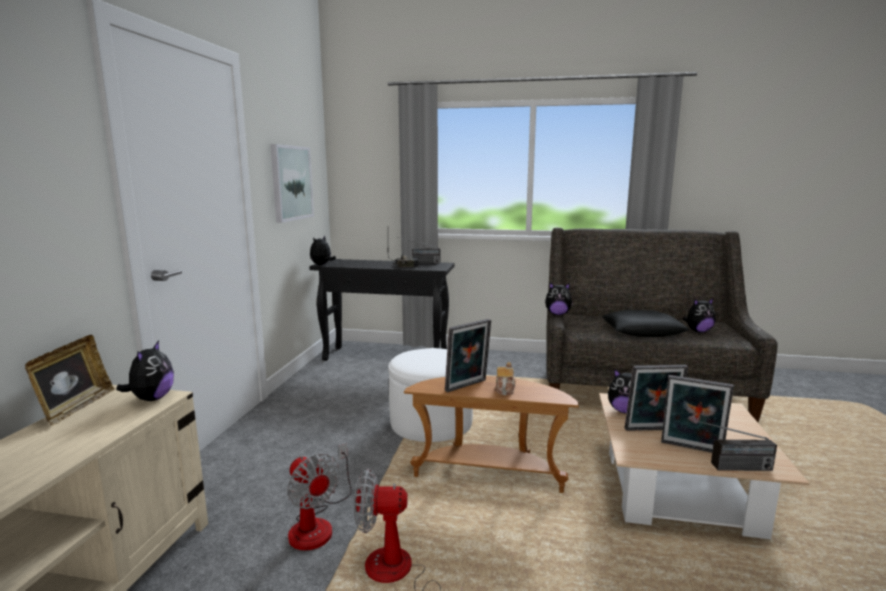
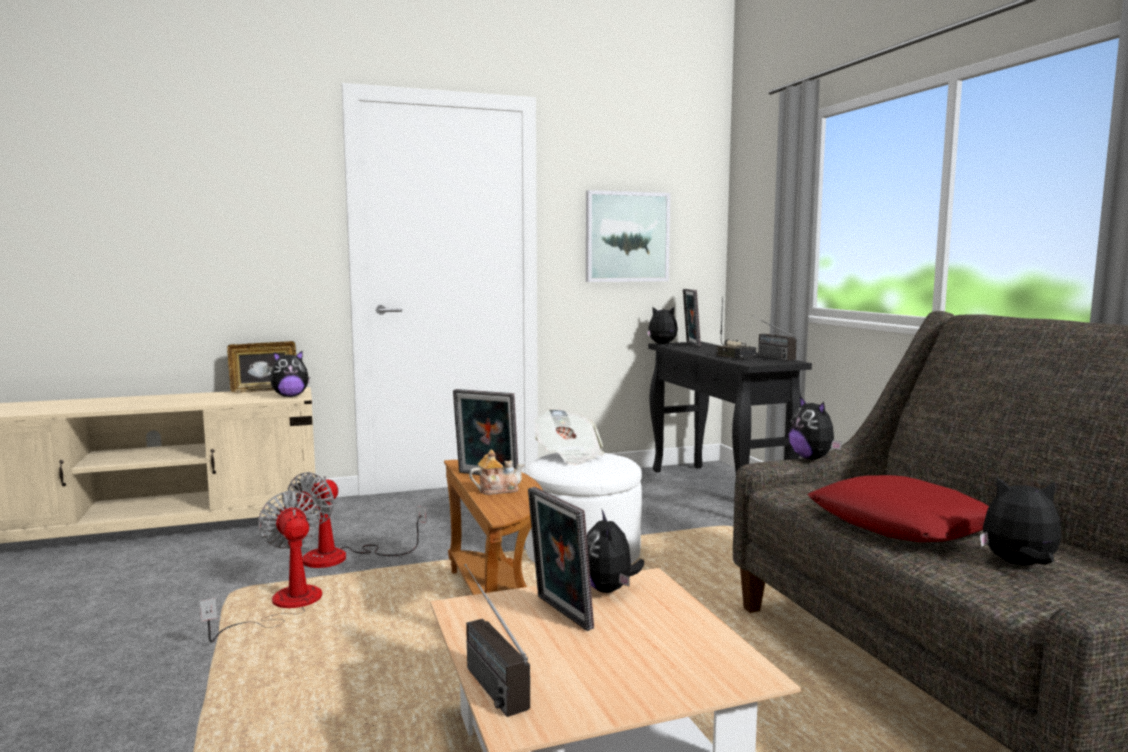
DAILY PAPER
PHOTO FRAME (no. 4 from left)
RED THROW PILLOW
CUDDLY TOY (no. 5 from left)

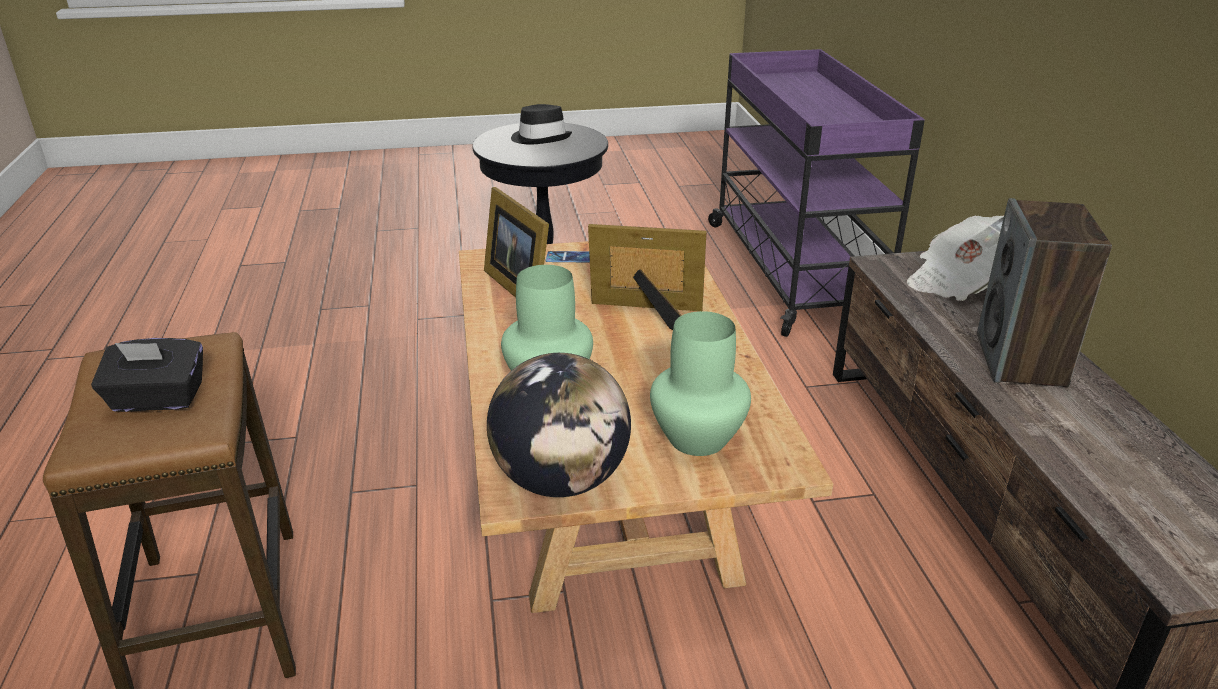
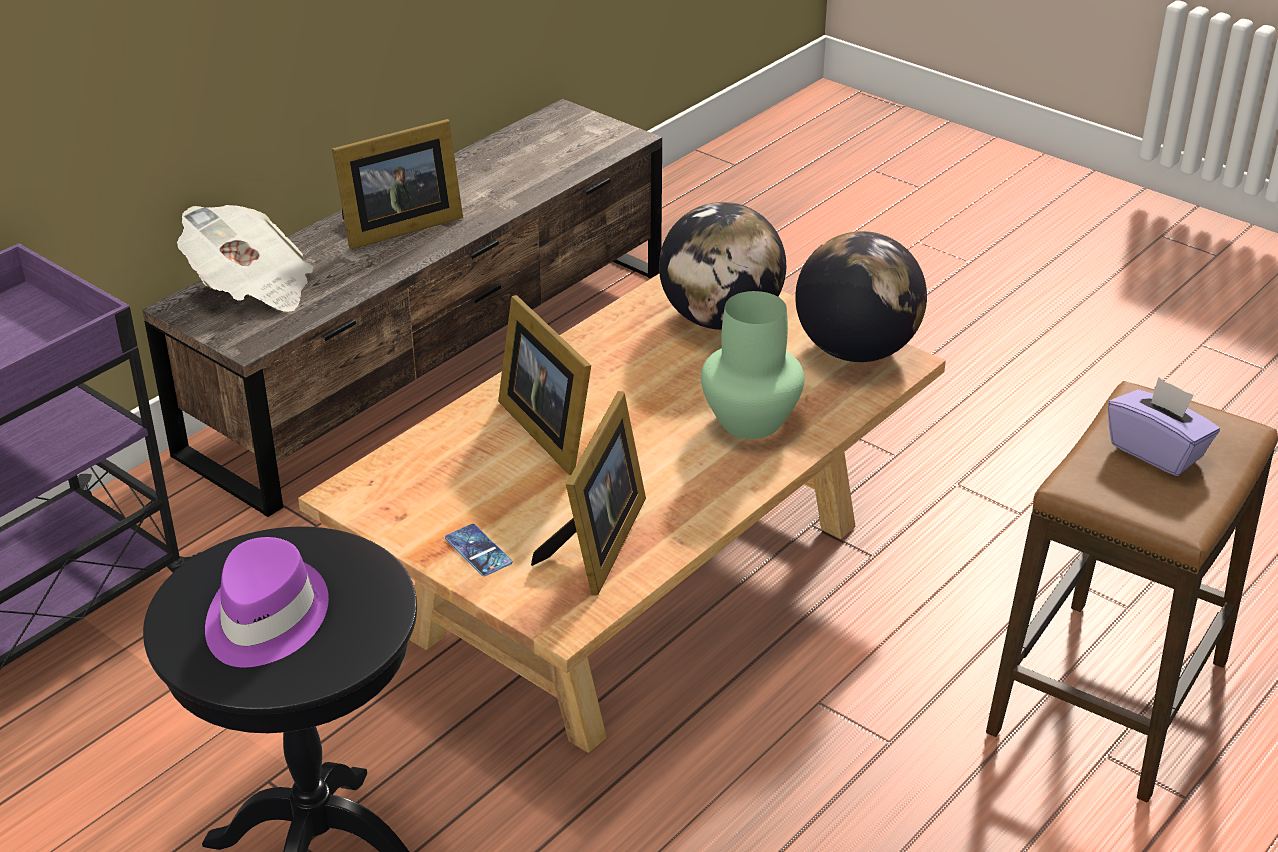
PURPLISH HAT
PHOTO FRAME (no. 1 from left)
WORLD GLOBE (no. 1 from left)
PURPLISH BOX OF TISSUES

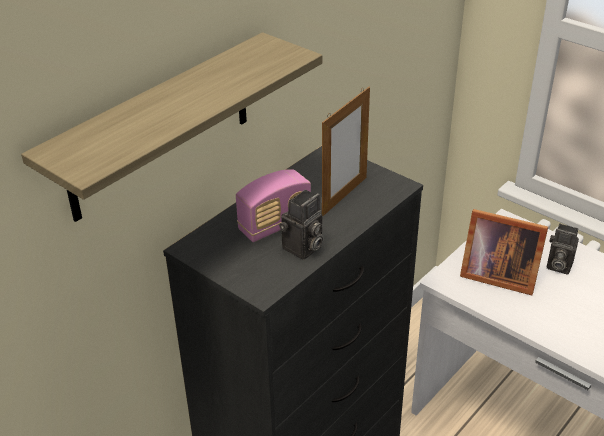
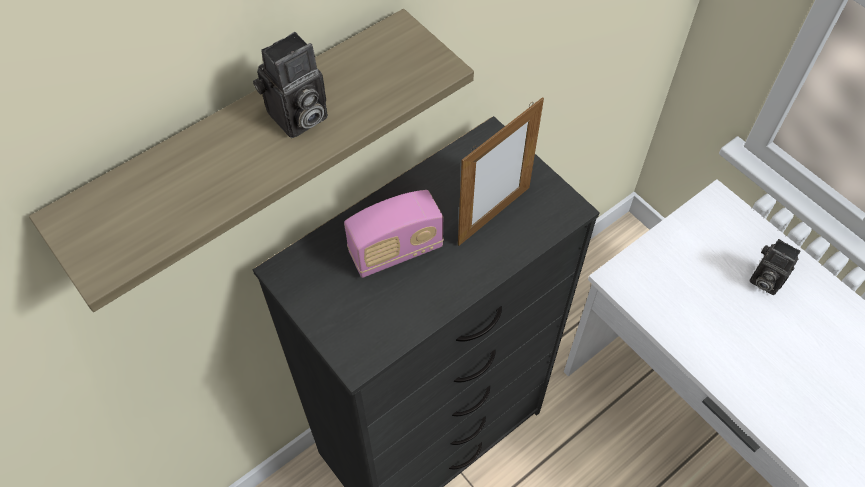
STILL CAMERA (no. 1 from left)
PHOTO FRAME (no. 2 from left in the first image)

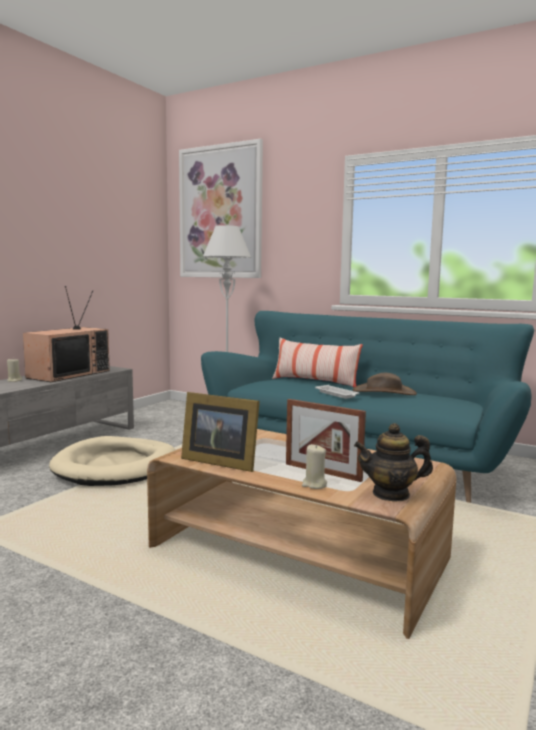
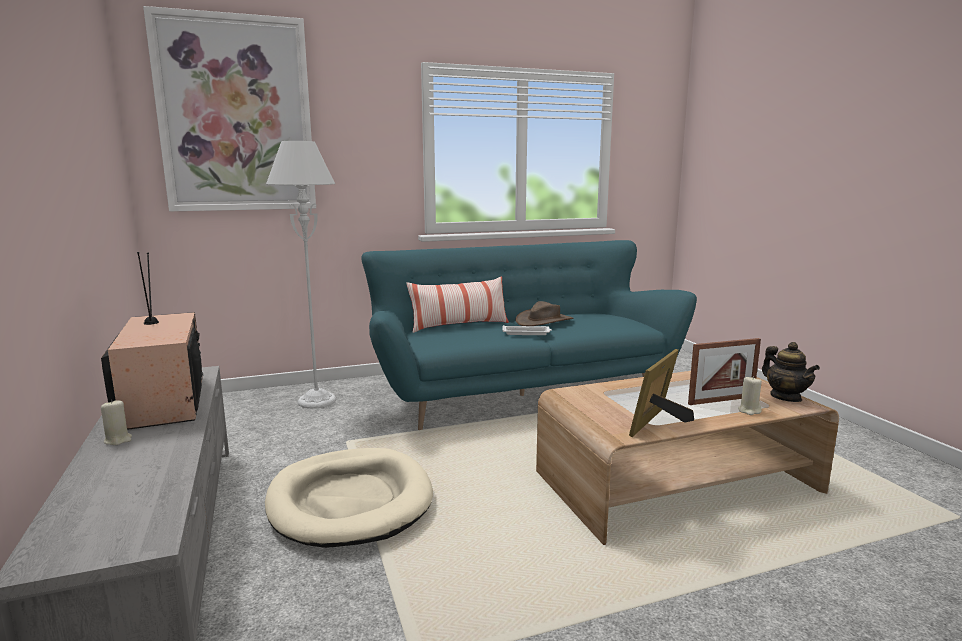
PHOTO FRAME (no. 1 from left)
TEAPOT

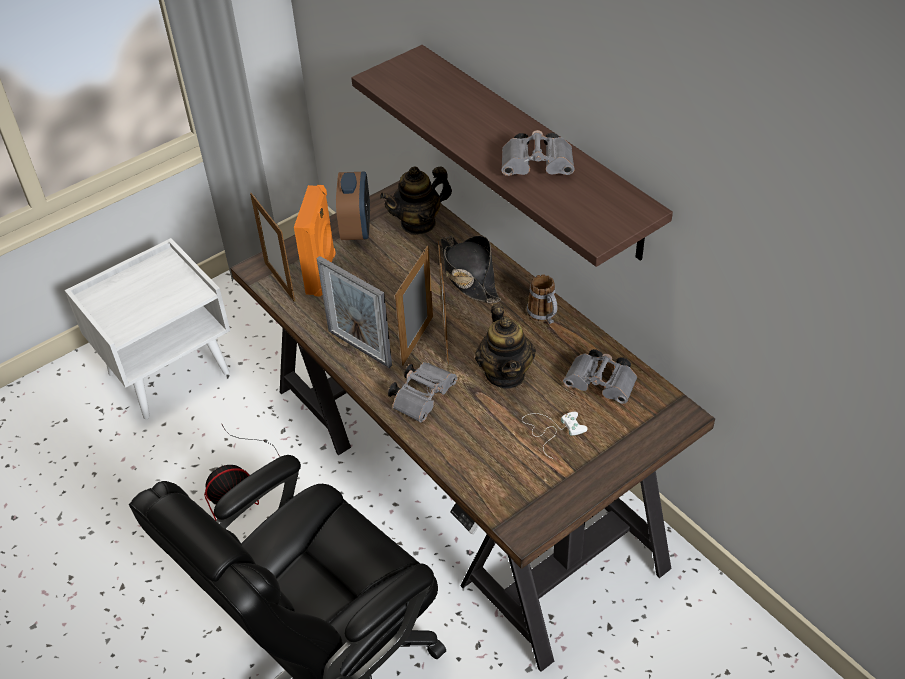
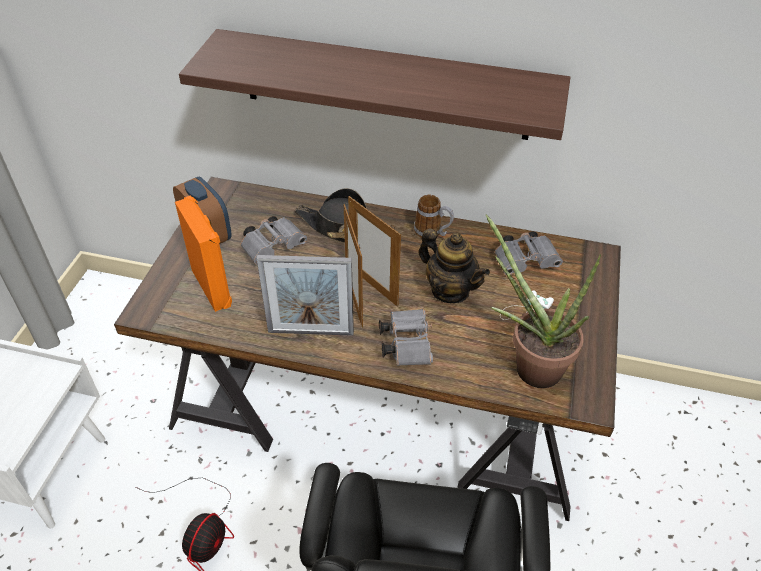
GRAY PAIR OF BINOCULARS (no. 1 from left)
HOUSEPLANT
PHOTO FRAME (no. 1 from left in the first image)
TEAPOT (no. 1 from left in the first image)

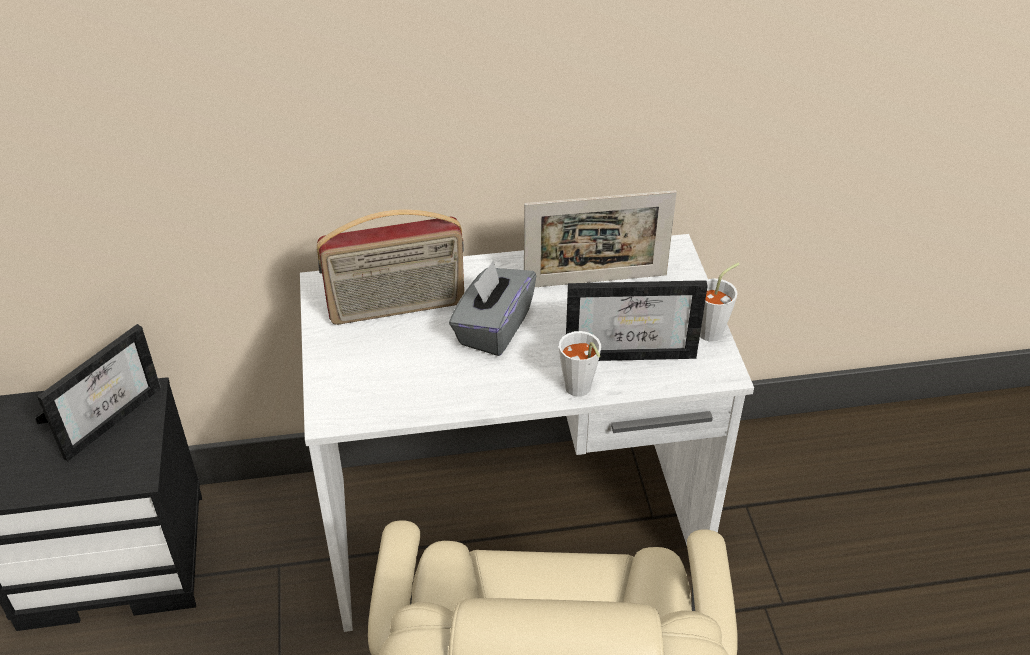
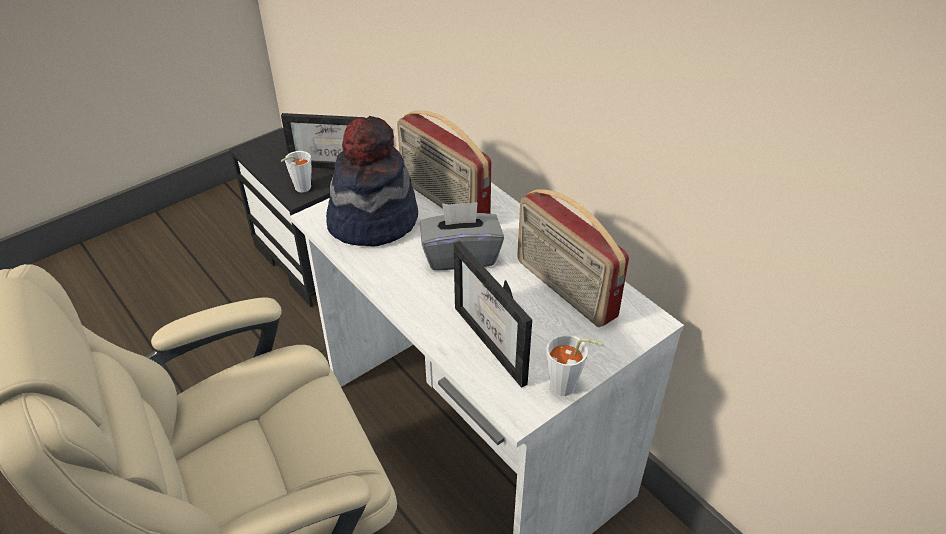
WHITE SMALL CUP (no. 1 from left)
HAT
RADIO SET (no. 2 from left)

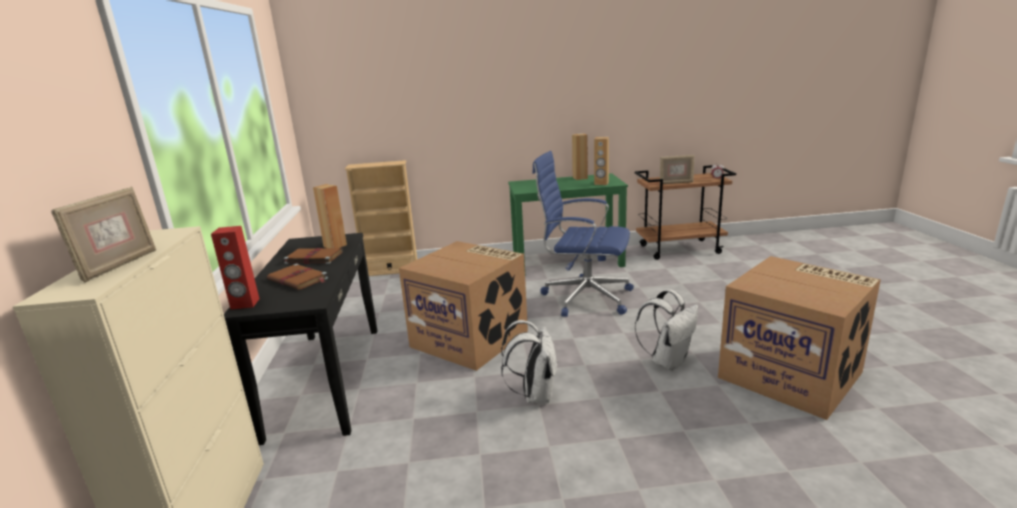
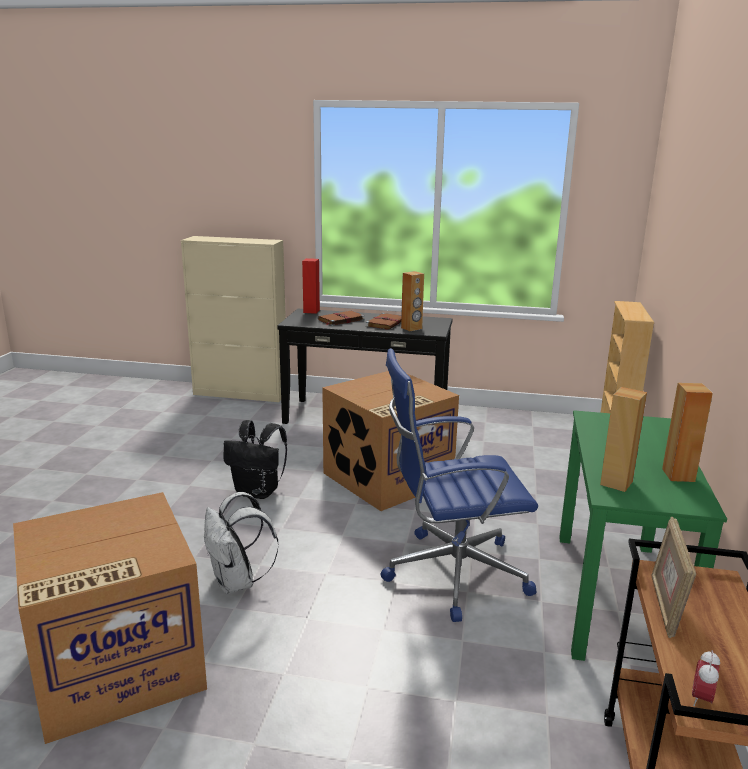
BLACK BACKPACK
BLUISH DESK CHAIR
PHOTO FRAME (no. 1 from left in the first image)

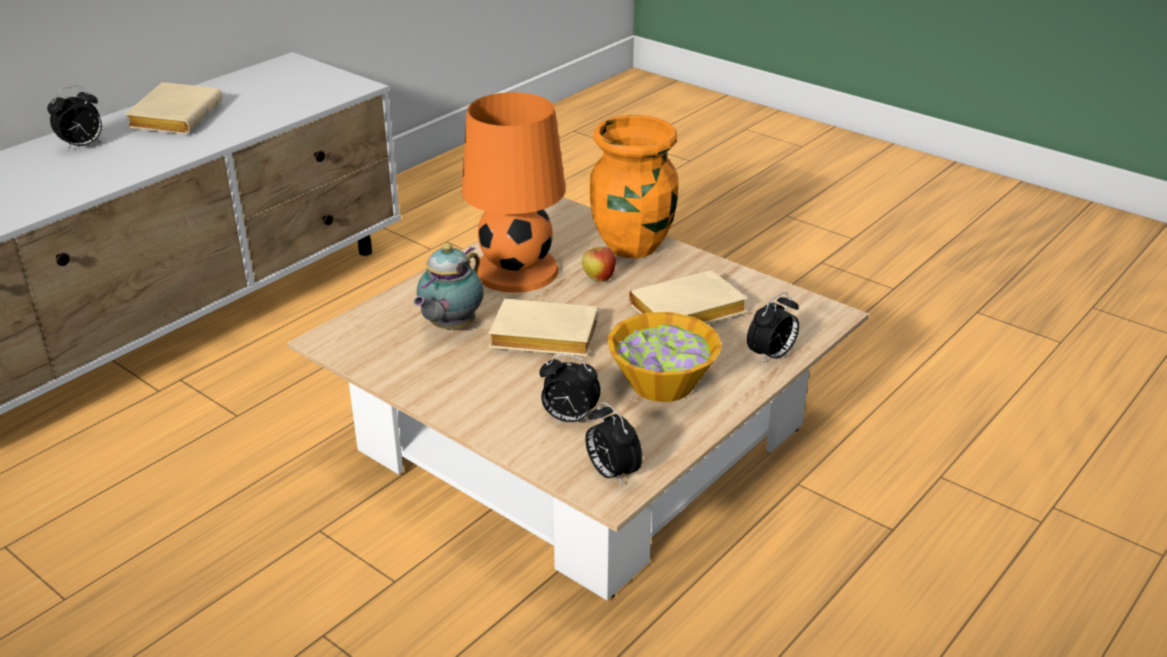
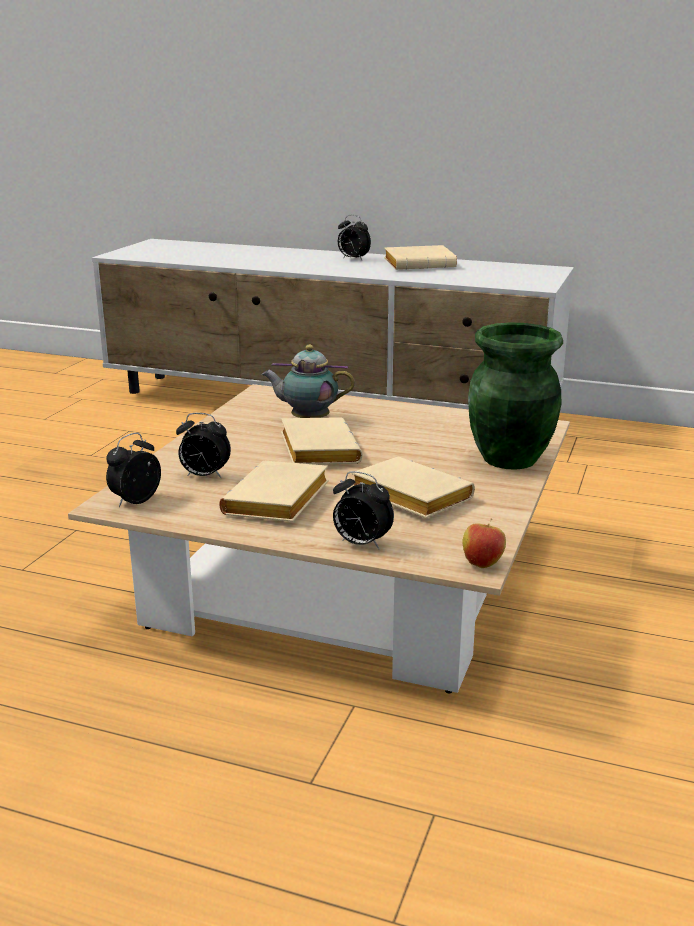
TABLE CLOCK (no. 2 from left)
BEIGE BOOK (no. 1 from left)
WHOLE APPLE
GREEN DECORATIVE VASE
ORANGE TABLETOP LAMP

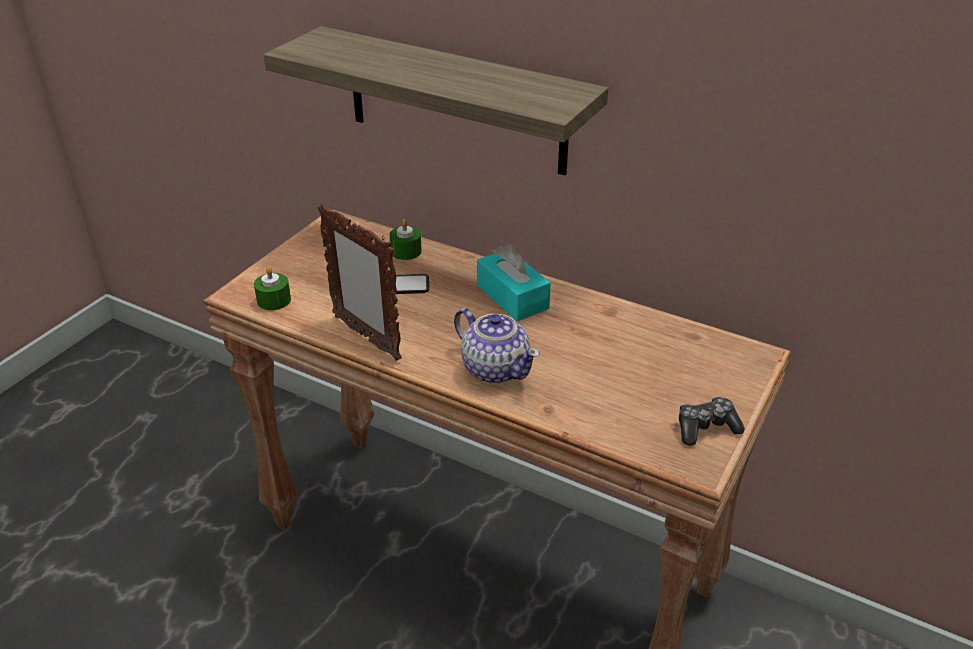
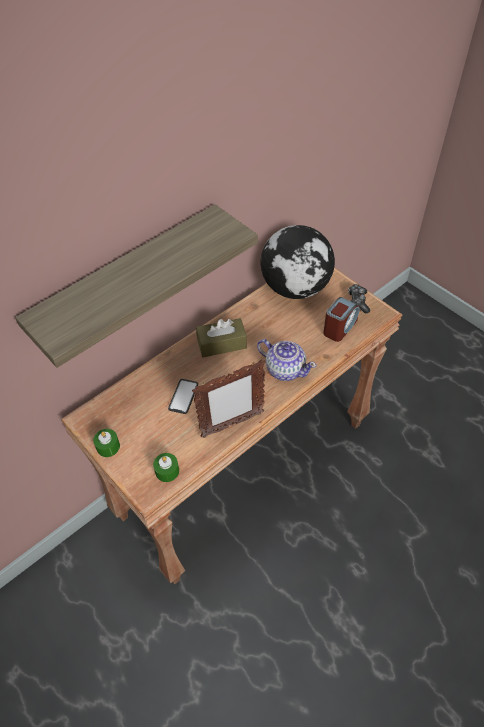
GREEN CANDLE (no. 1 from left)
BROWNISH BOX OF TISSUES
TEAPOT
WORLD GLOBE
TABLE CLOCK

